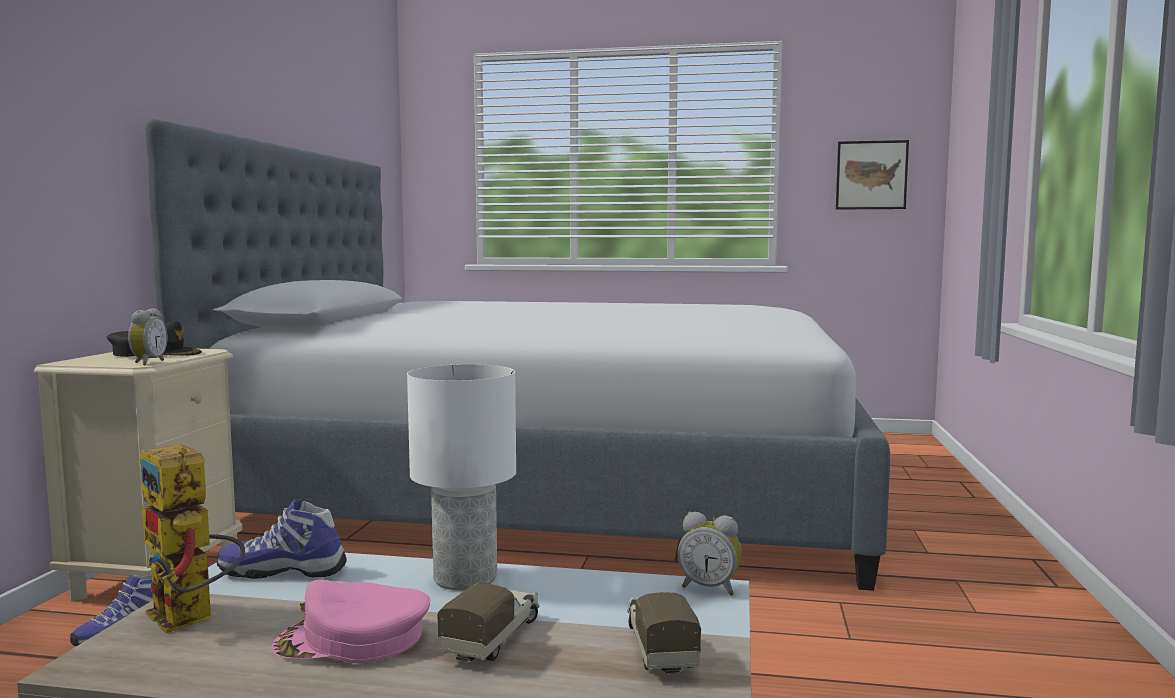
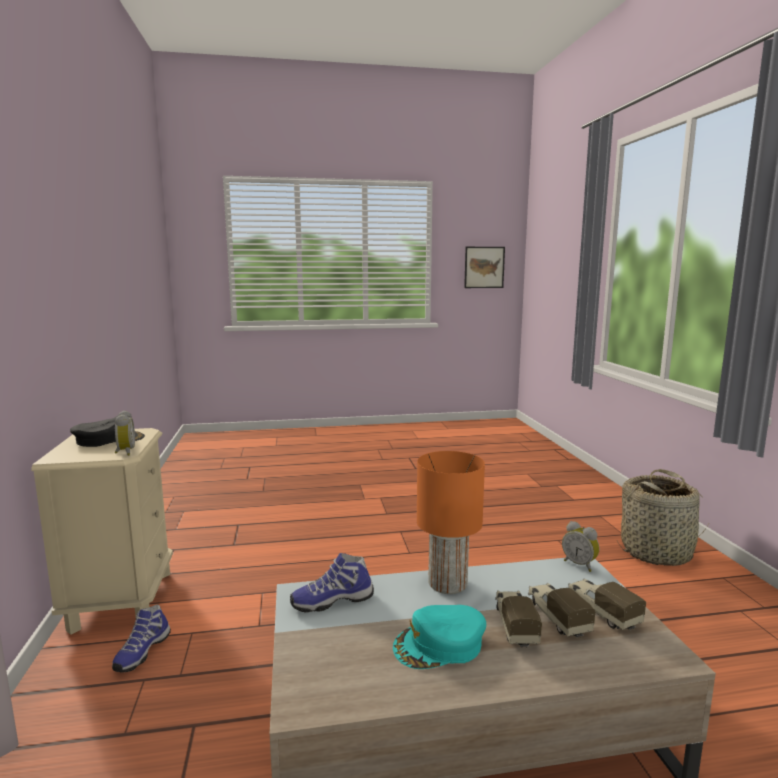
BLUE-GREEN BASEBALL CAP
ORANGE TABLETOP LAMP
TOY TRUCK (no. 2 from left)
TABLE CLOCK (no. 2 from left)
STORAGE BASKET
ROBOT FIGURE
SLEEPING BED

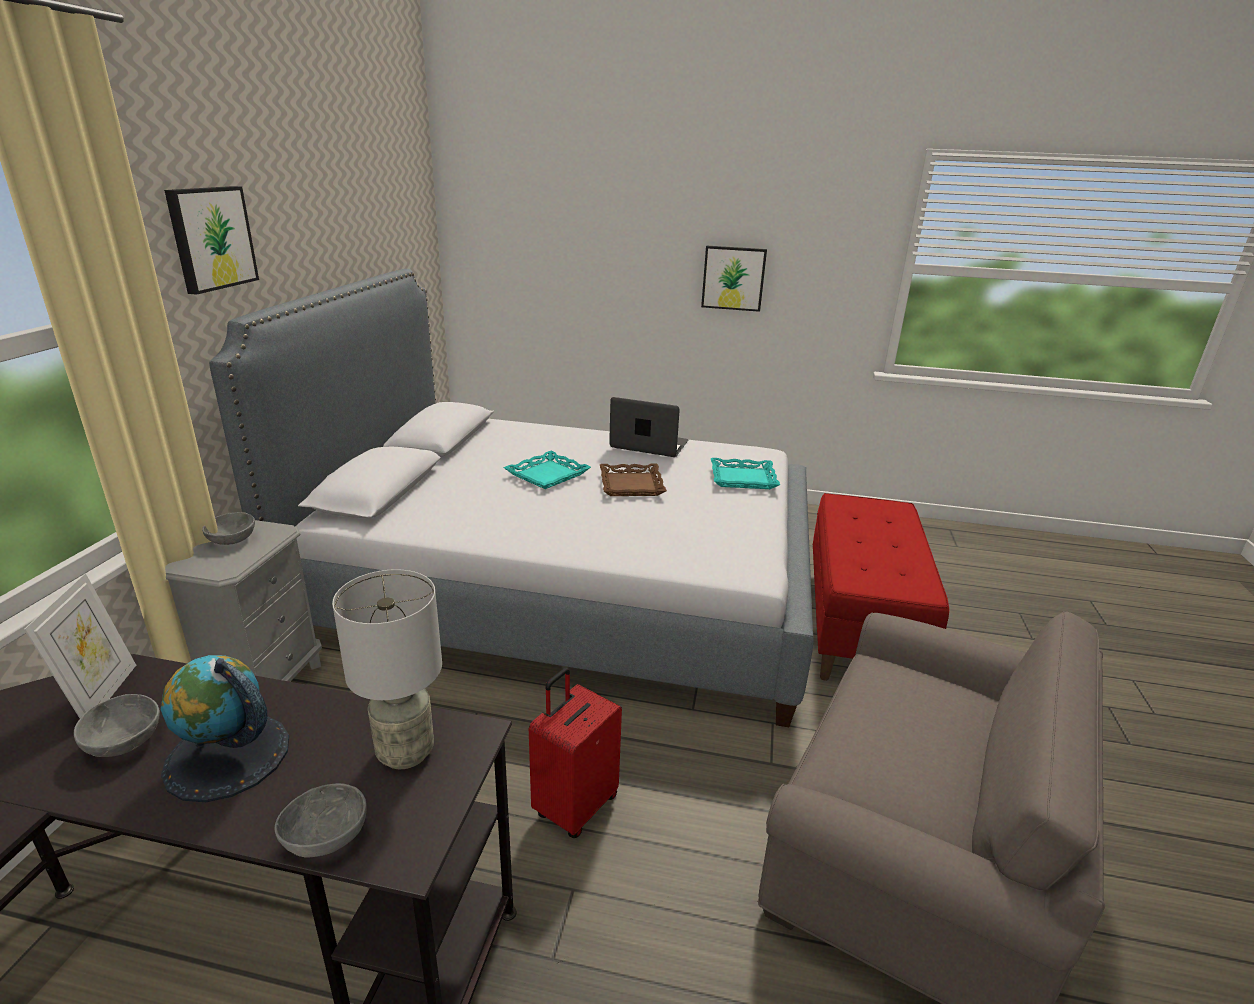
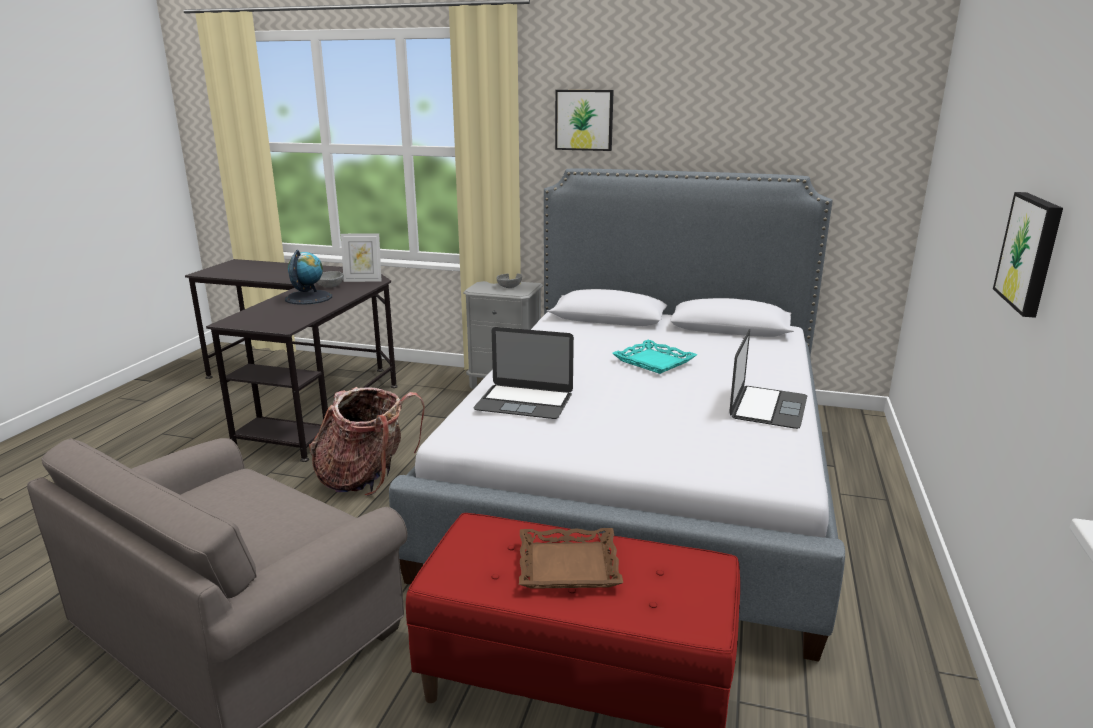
BACKPACK
LAPTOP (no. 1 from left)
BROWNISH TRAY
GRAY SERVING BOWL (no. 3 from left in the first image)
GRAY TABLETOP LAMP
BLUE-GREEN TRAY (no. 2 from left in the first image)

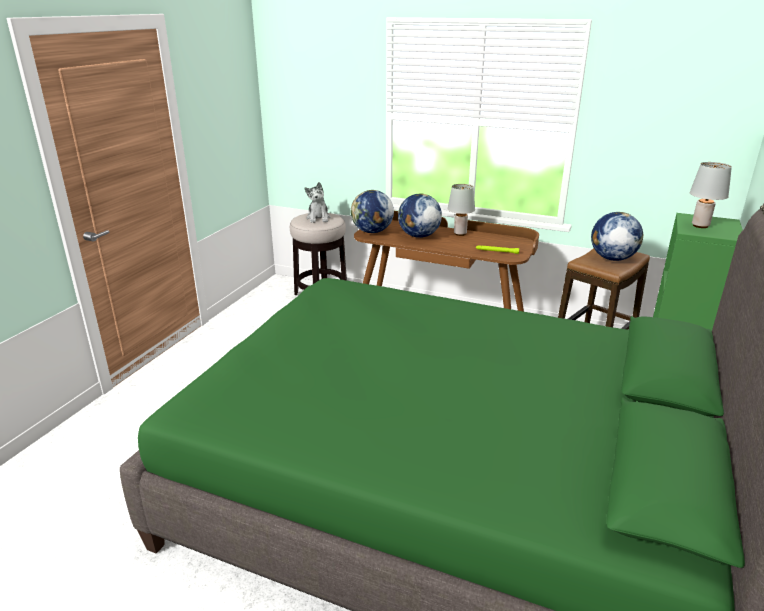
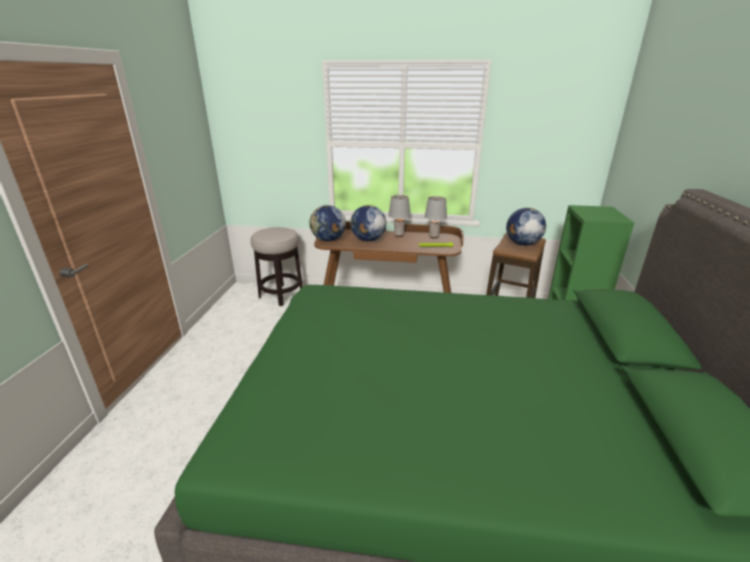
GRAY TABLETOP LAMP (no. 2 from left)
CUDDLY TOY

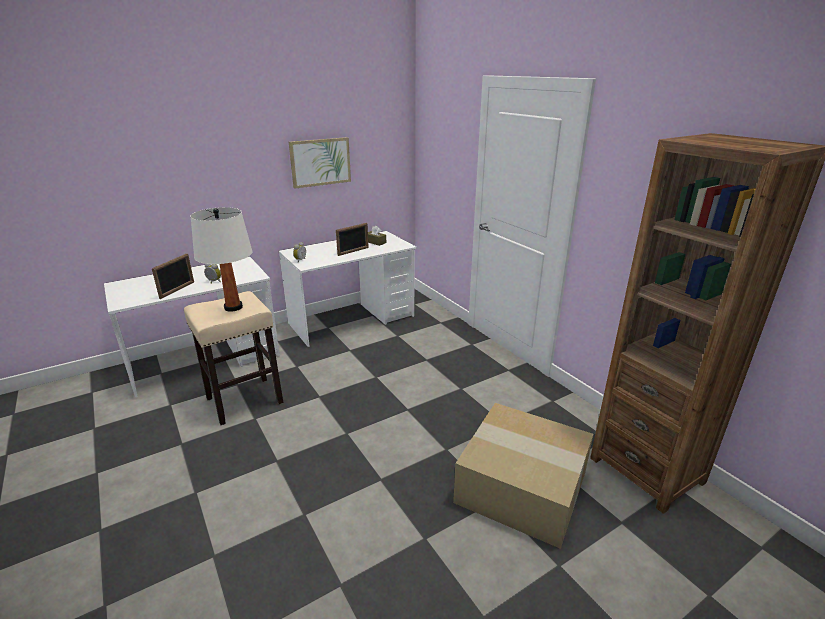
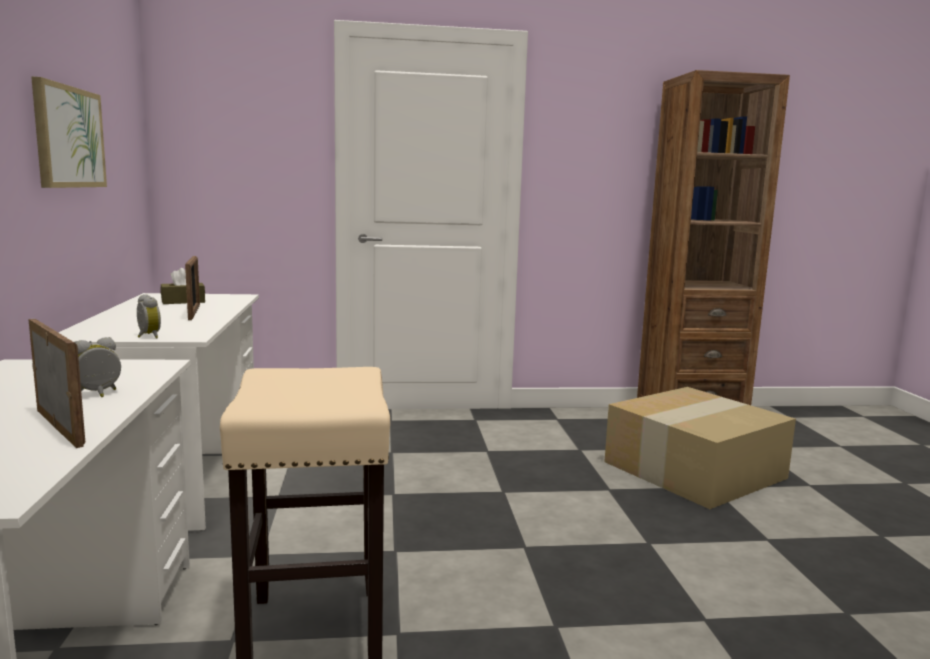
WHITE TABLETOP LAMP

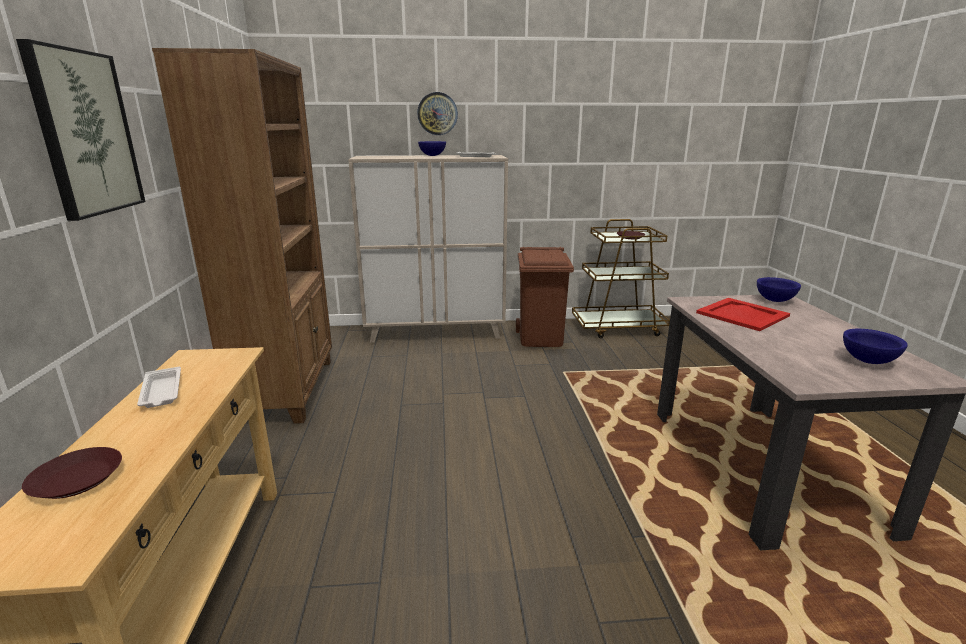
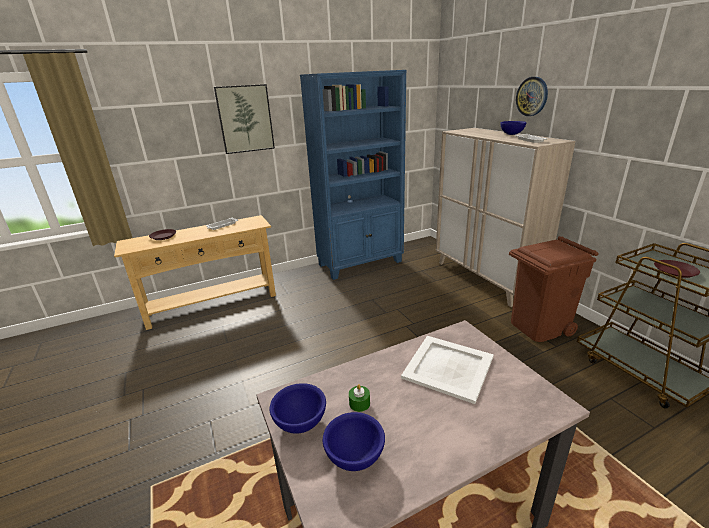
BLUISH SERVING BOWL (no. 1 from left)
BLUISH BOOKCASE
GREEN CANDLE
WHITE TRAY (no. 2 from left)

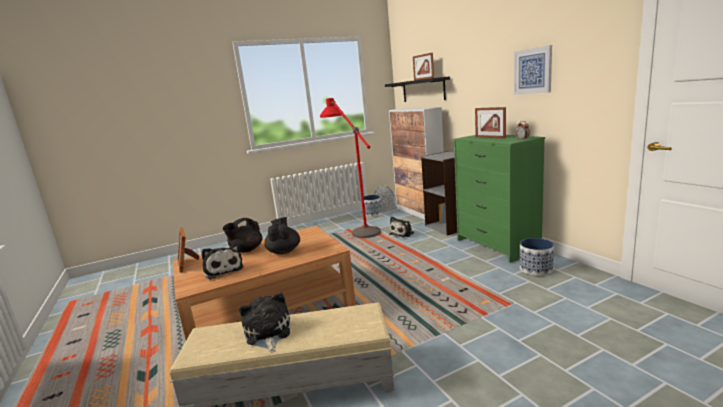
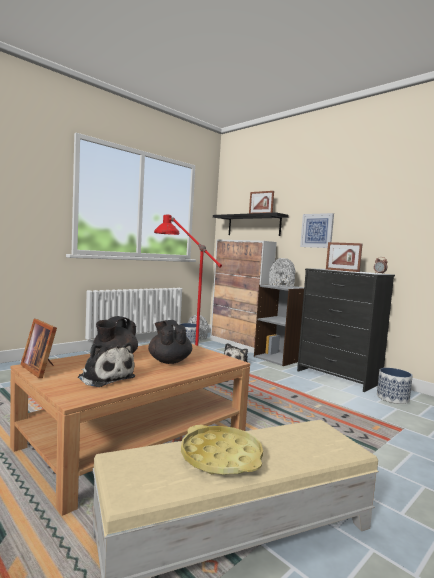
YELLOW TRAY
GRAY DECORATIVE VASE (no. 2 from left)
BLACK CHEST OF DRAWERS
PICTURE

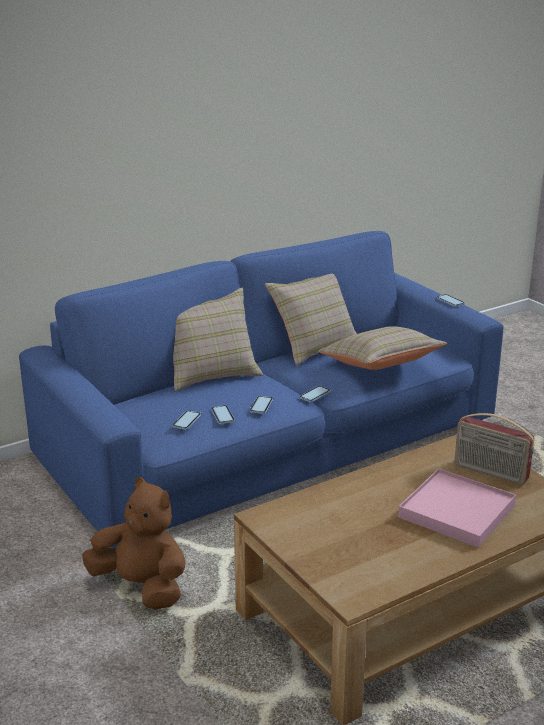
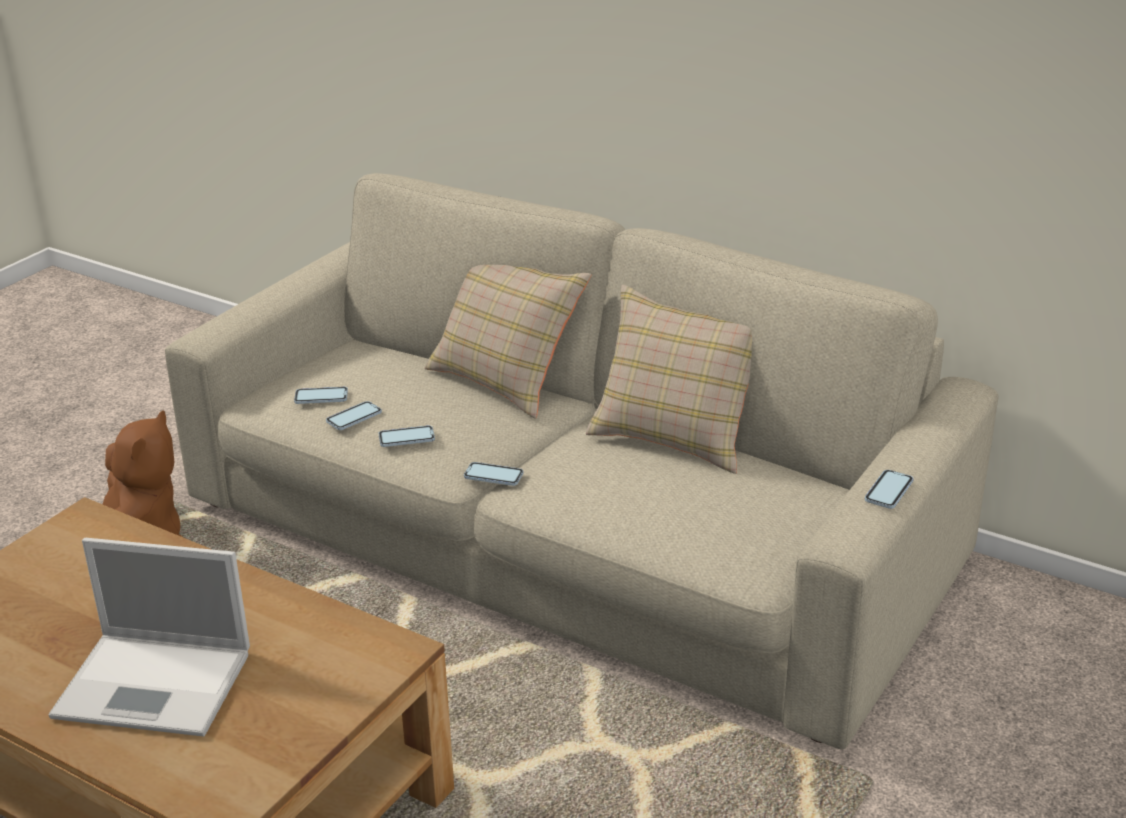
LAPTOP
BEIGE COUCH
BEIGE THROW PILLOW (no. 3 from left in the first image)
RADIO SET

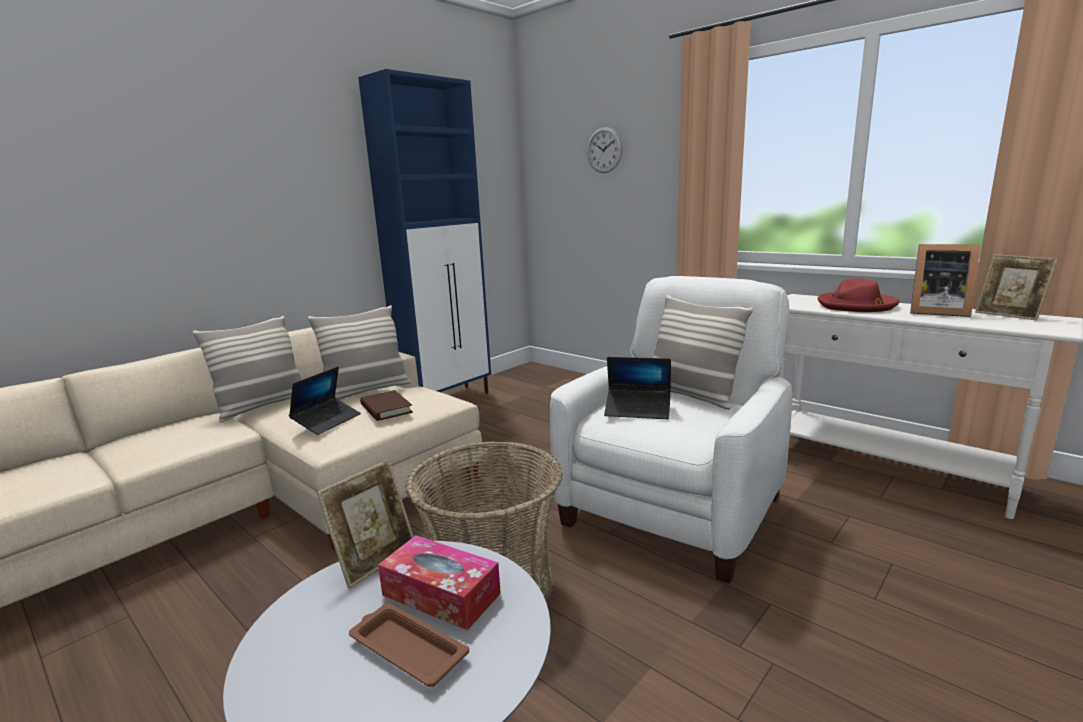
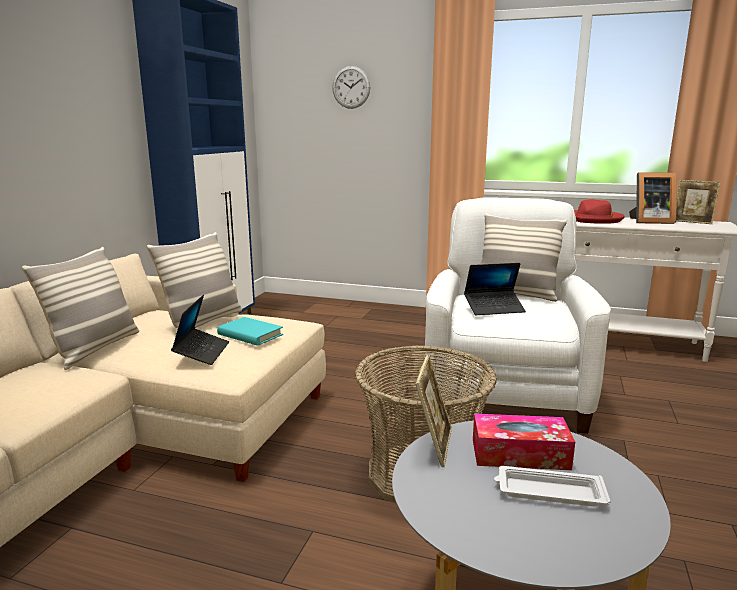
BLUE-GREEN BOOK
WHITE TRAY

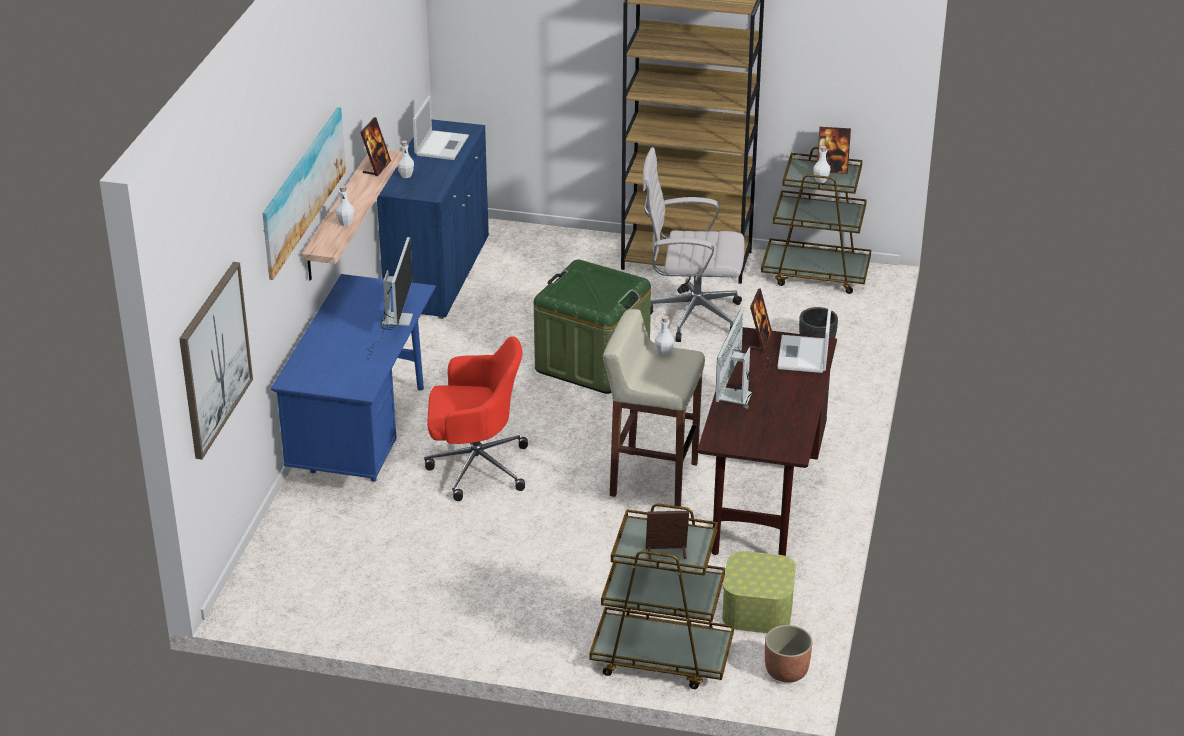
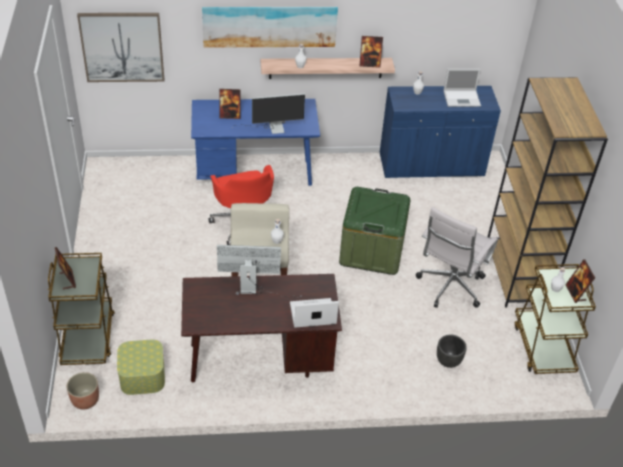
PHOTO FRAME (no. 2 from left)
WHITE DESK CHAIR

